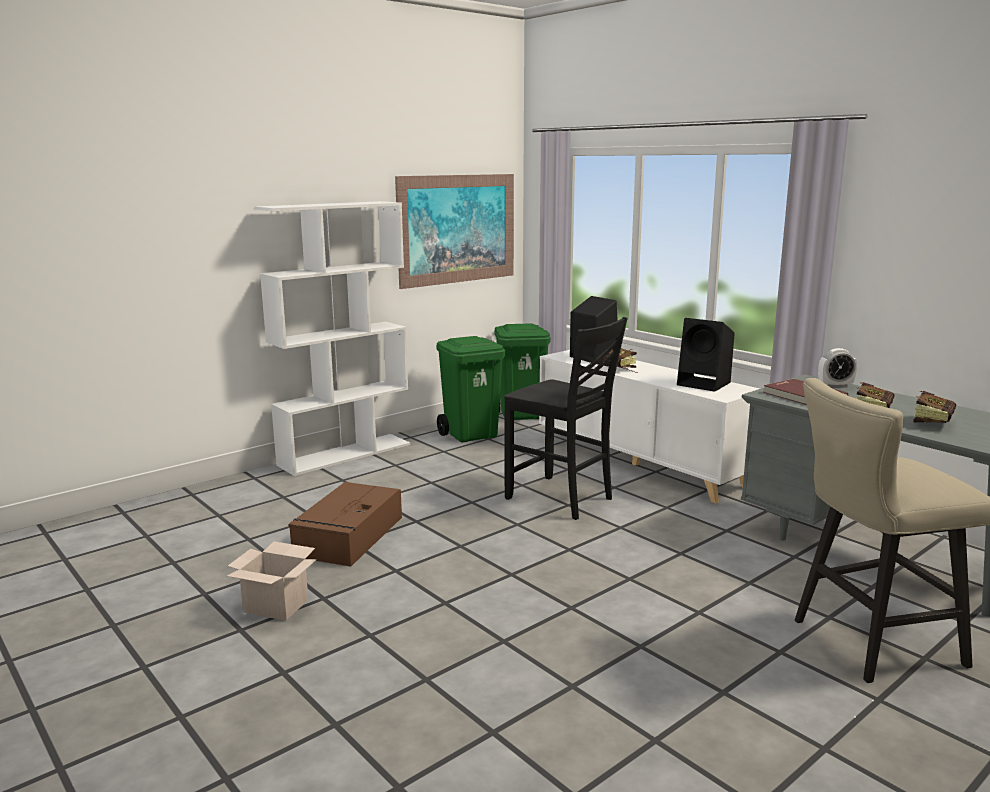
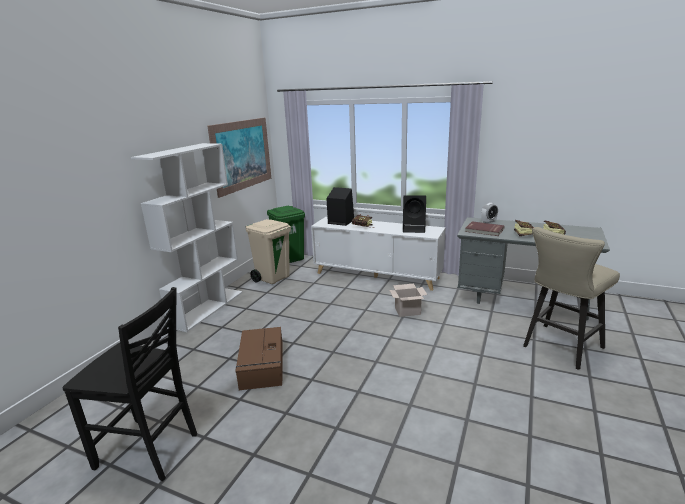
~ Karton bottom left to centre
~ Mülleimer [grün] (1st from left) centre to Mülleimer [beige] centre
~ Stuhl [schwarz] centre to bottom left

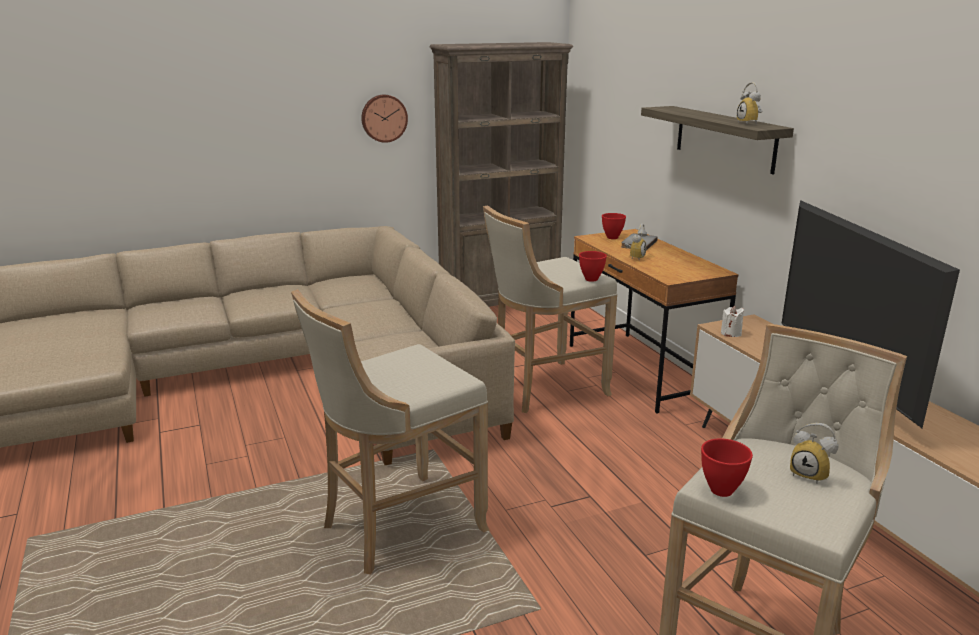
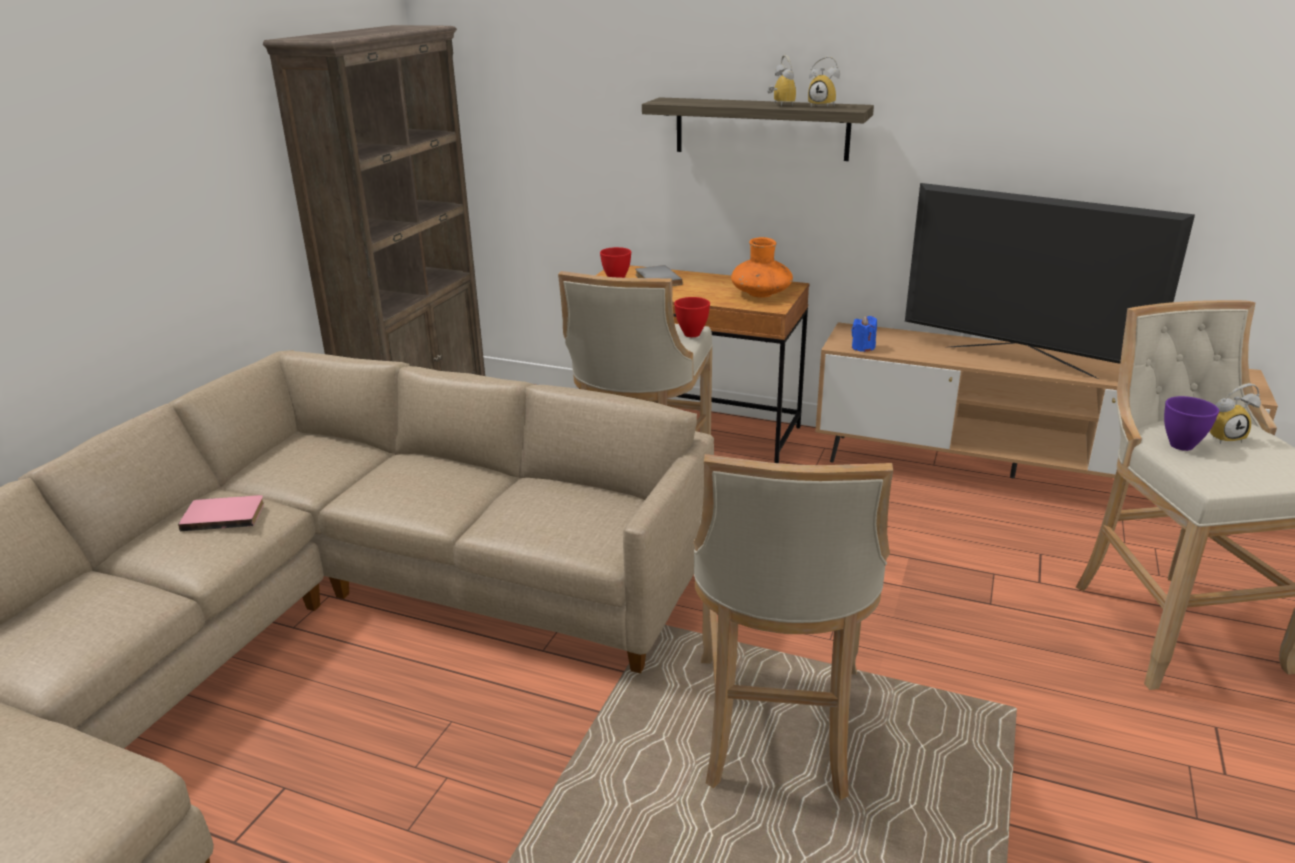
- Wanduhr top centre
~ Wecker (1st from left) centre to top centre
- Schüssel [rot] (3rd from left) bottom right
~ Kerze [weiß] middle right to Kerze [blau] middle right
+ Buch [rosa] middle left
+ Vase [orange] top centre
+ Schüssel [lila] middle right

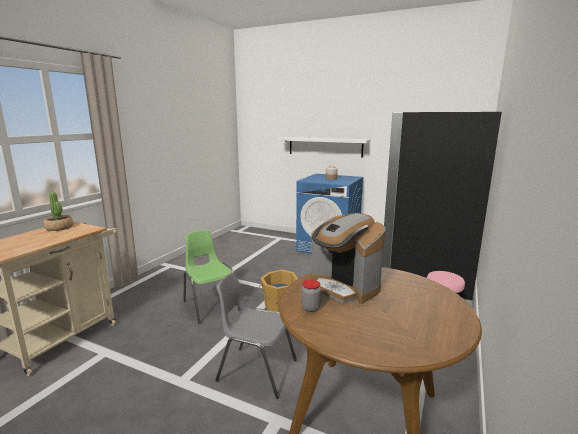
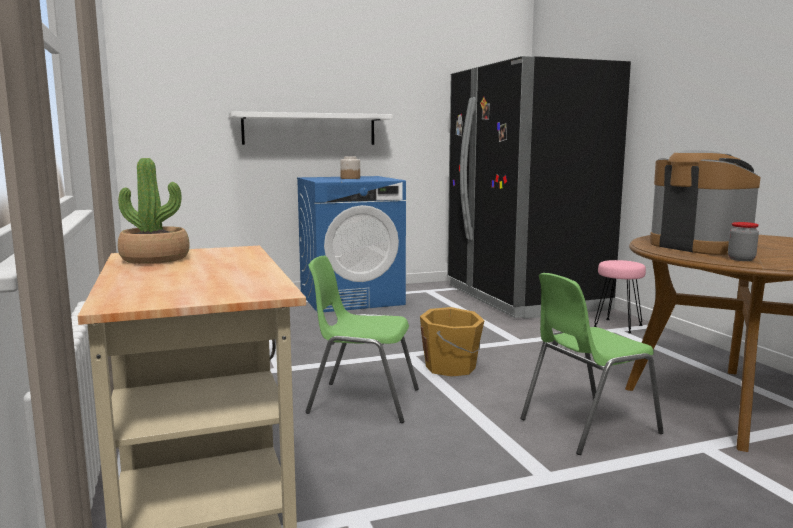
~ Stuhl [grau] bottom centre to Stuhl [grün] (2nd from left) bottom right
~ Kaffeemaschine centre = middle right 120 degrees counterclockwise

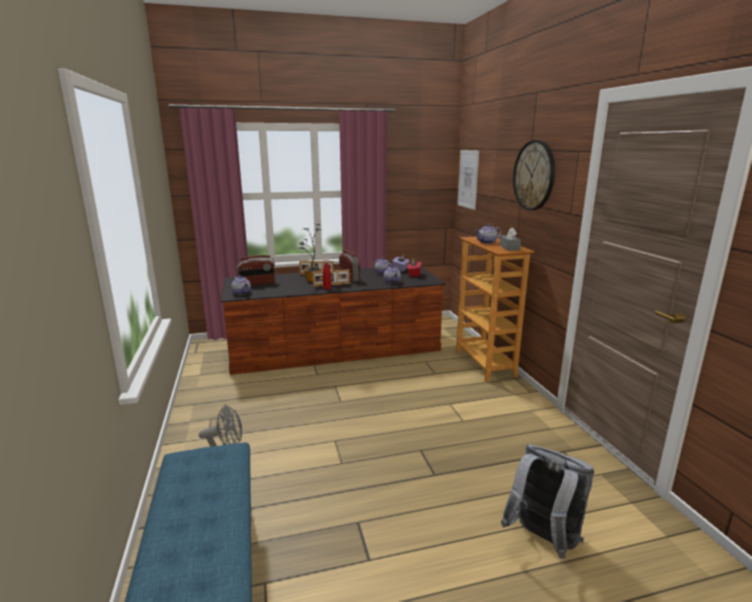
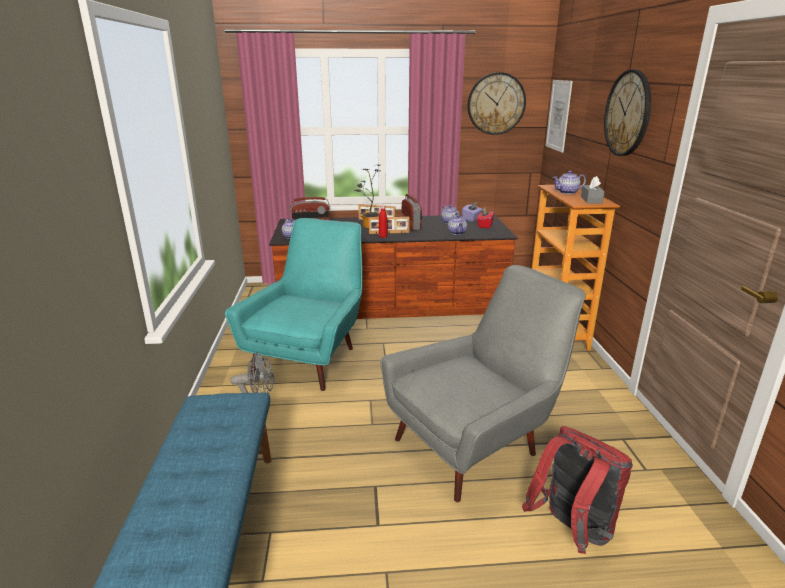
~ Rucksack [grau] bottom right to Rucksack [rot] bottom right
+ Sessel [türkis] centre
+ Sessel [grau] centre
+ Wanduhr (1st from left) top centre

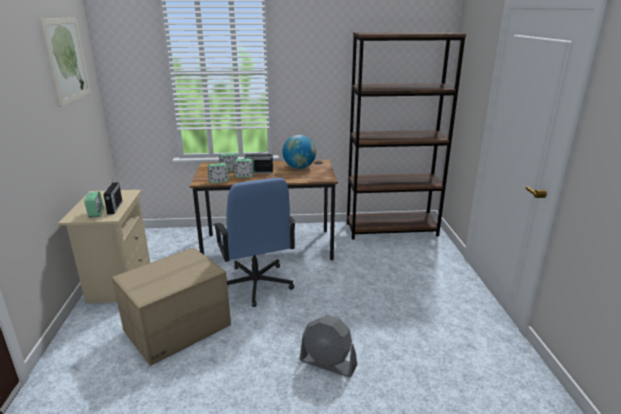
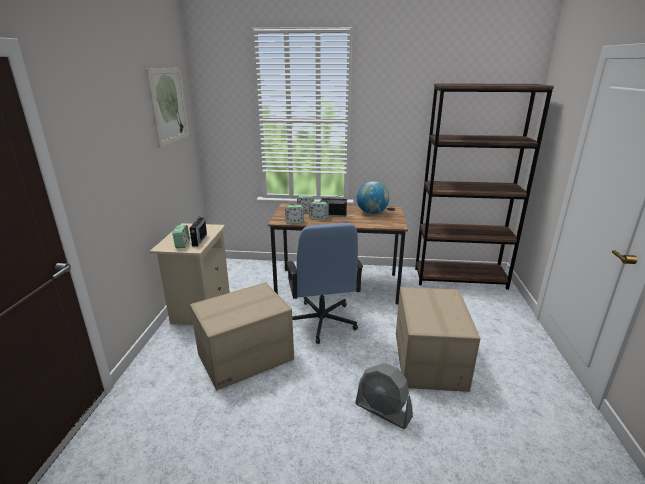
+ Karton (2nd from left) bottom right

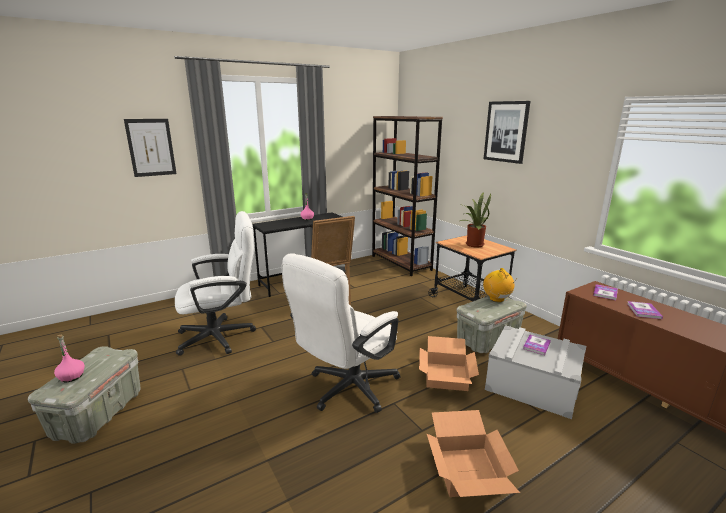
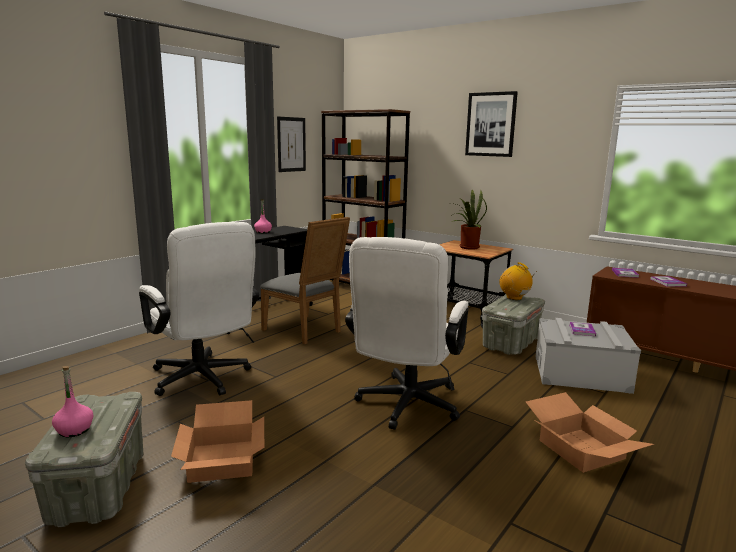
~ Bild (1st from left) top left to top centre
~ Bürostuhl [weiß] (1st from left) middle left = middle left 90 degrees clockwise
~ Karton (1st from left) bottom centre to bottom left

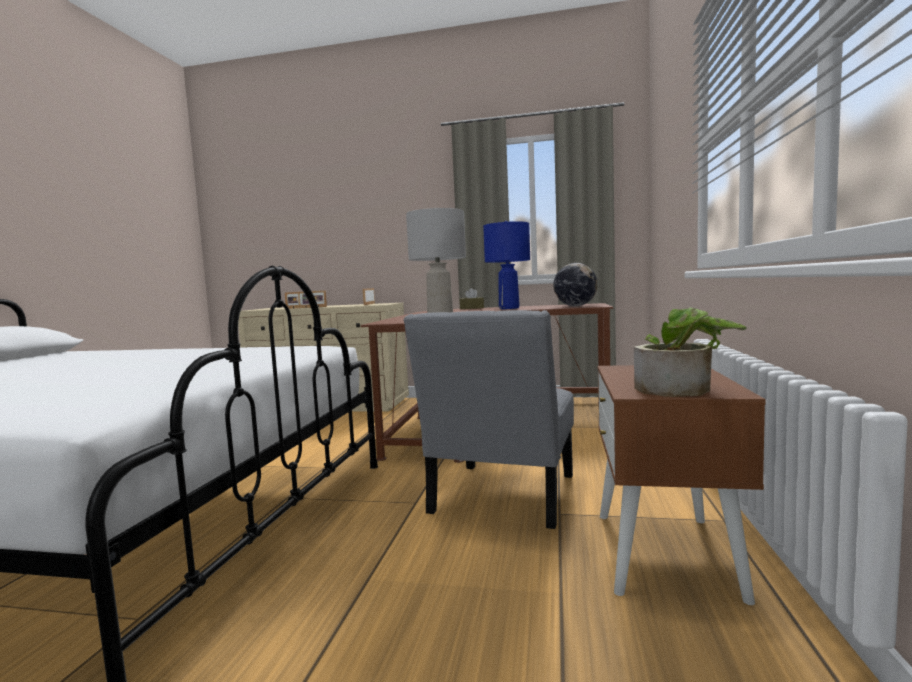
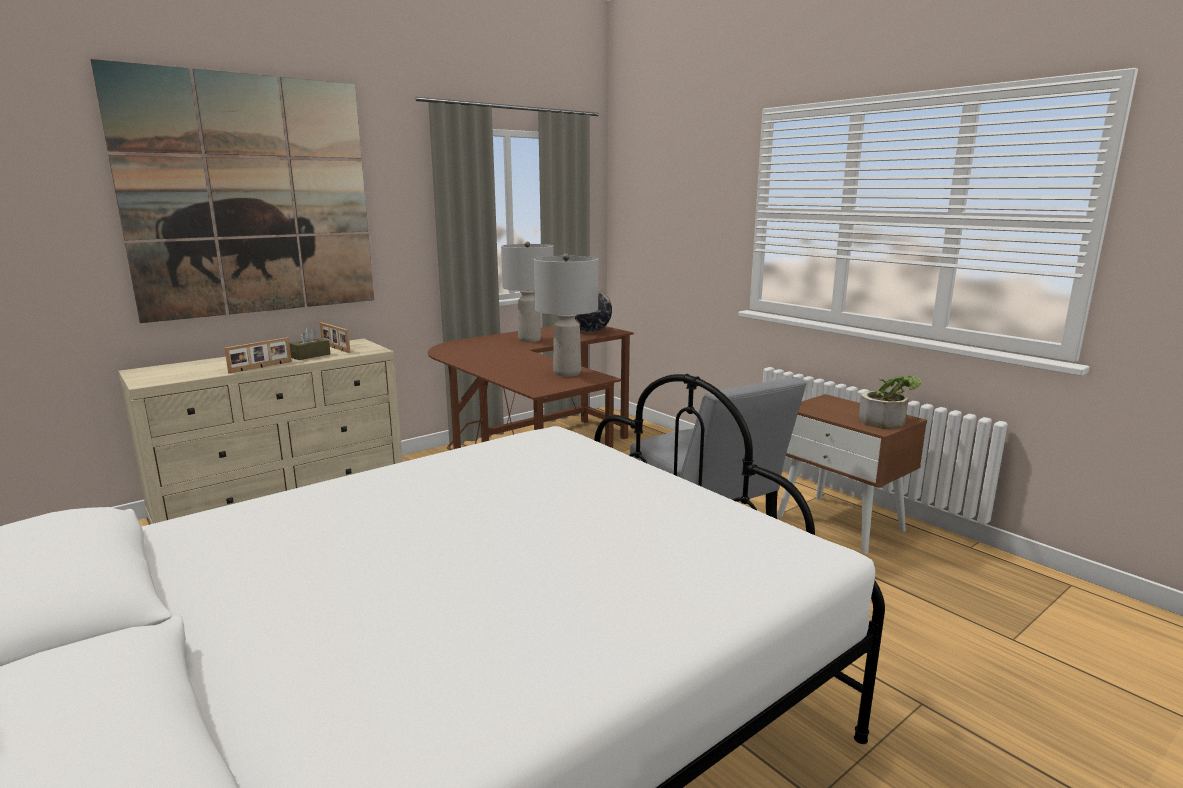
~ Taschentuchbox [braun] centre to middle left
~ Tischlampe [blau] centre to Tischlampe [grau] (1st from left) centre
+ Bild top left

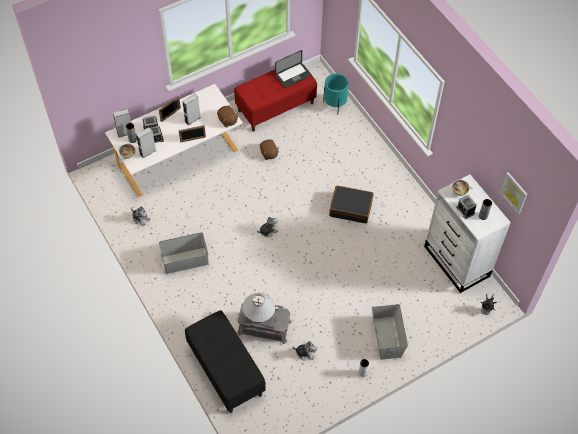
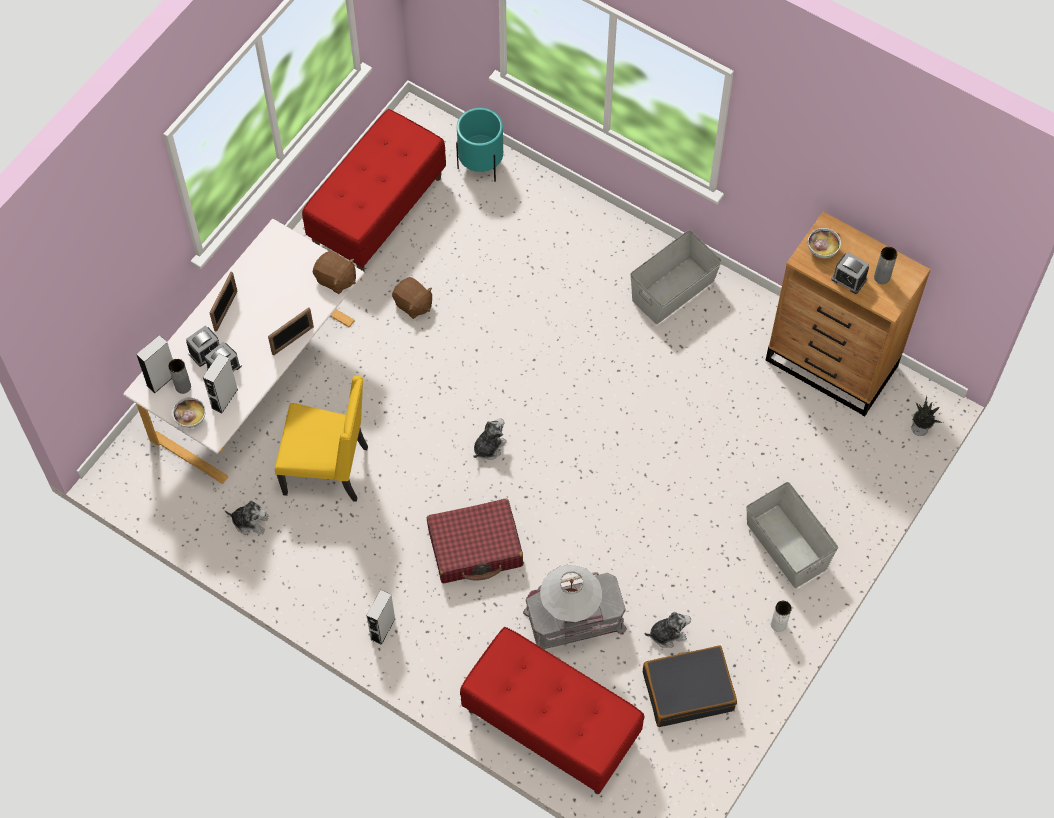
~ Aufbewahrungsbox [grau] (1st from left in the first image) middle left to Aufbewahrungsbox [grau] (2nd from left) centre
~ Lautsprecher [grau] (3rd from left) top left to bottom centre
~ Bank [schwarz] bottom centre to Bank [rot] (2nd from left) bottom centre
- Laptop top centre
~ Koffer [schwarz] centre to bottom centre
~ Kommode [weiß] middle right to Kommode [braun] middle right
- Bild middle right
+ Stuhl [gelb] middle left
+ Koffer [rot] centre

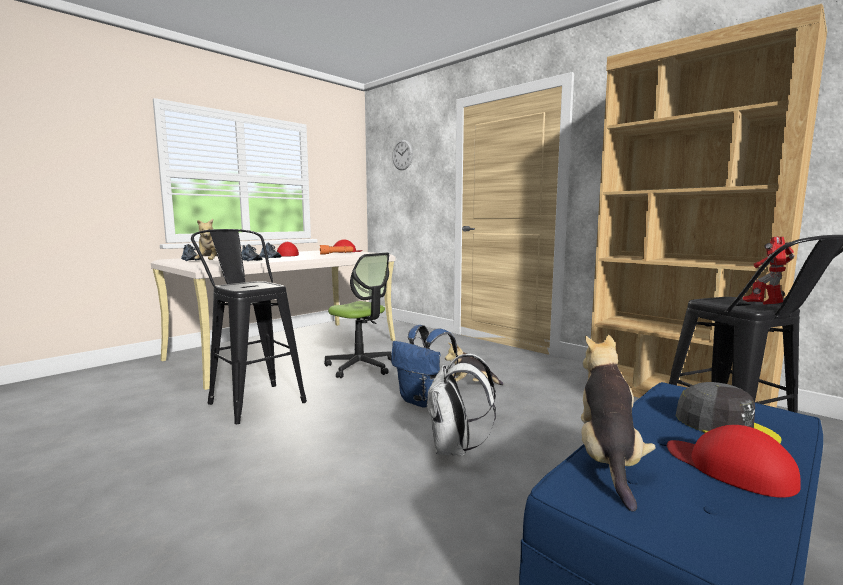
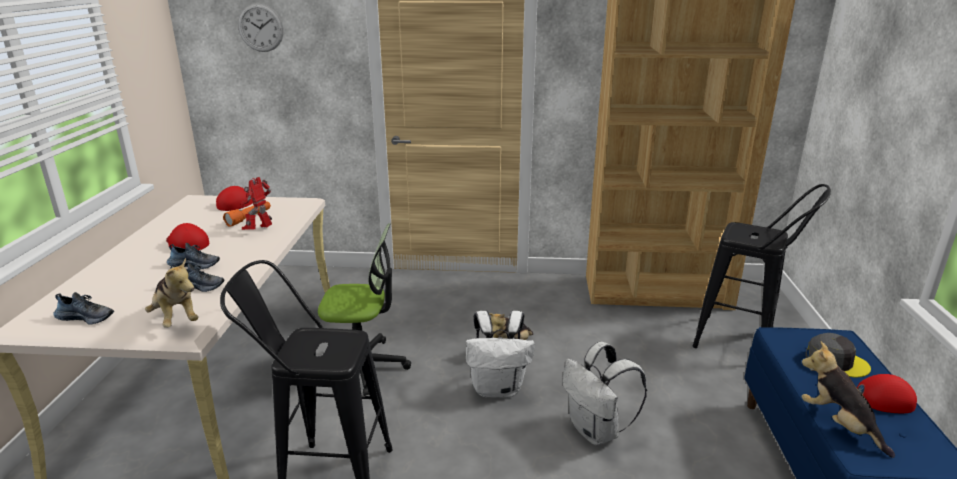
~ Rucksack [blau] centre to Rucksack [weiß] (1st from left) bottom centre
~ Spielzeugroboter middle right to middle left

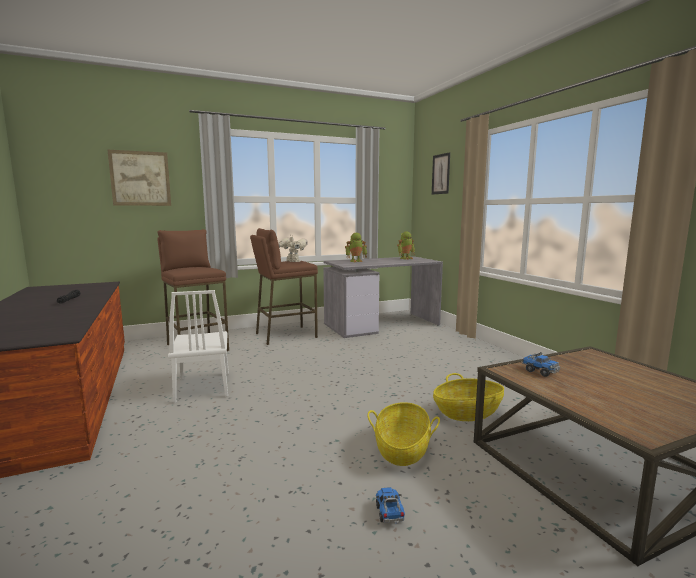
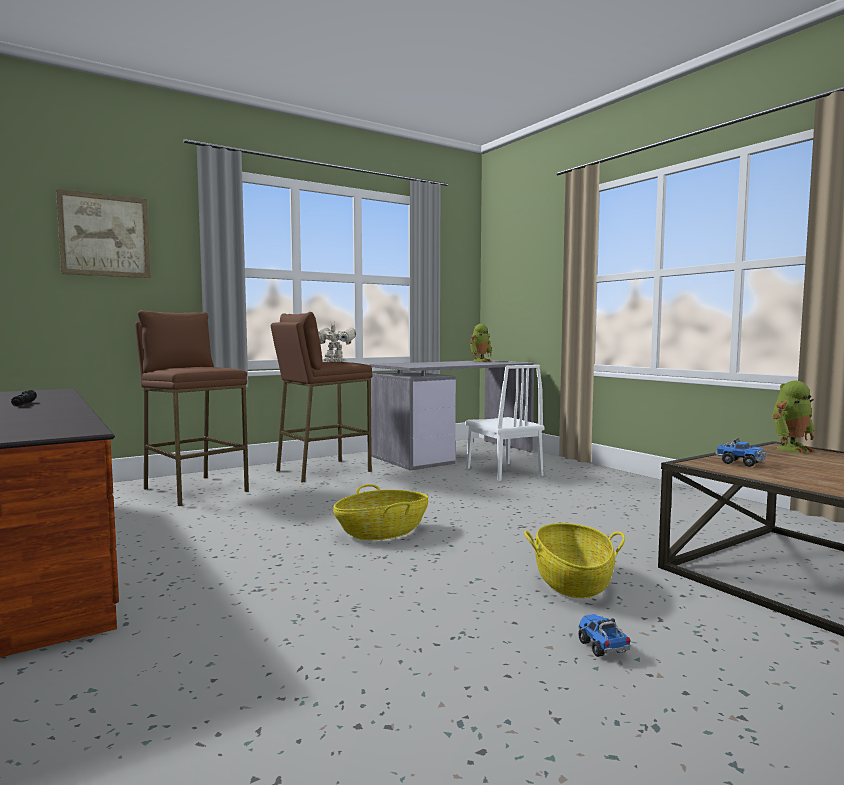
~ Stuhl [weiß] middle left to centre
~ Spielzeugroboter (2nd from left in the first image) centre to Spielzeugroboter (3rd from left) middle right
- Bild (2nd from left) top centre
~ Korb (2nd from left in the first image) bottom right to Korb (1st from left) centre

